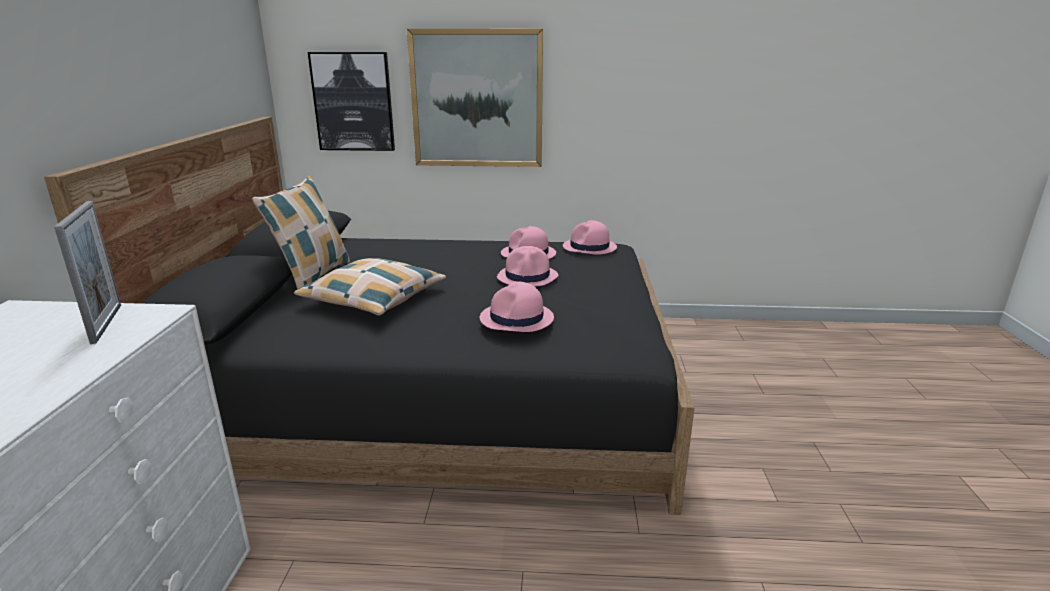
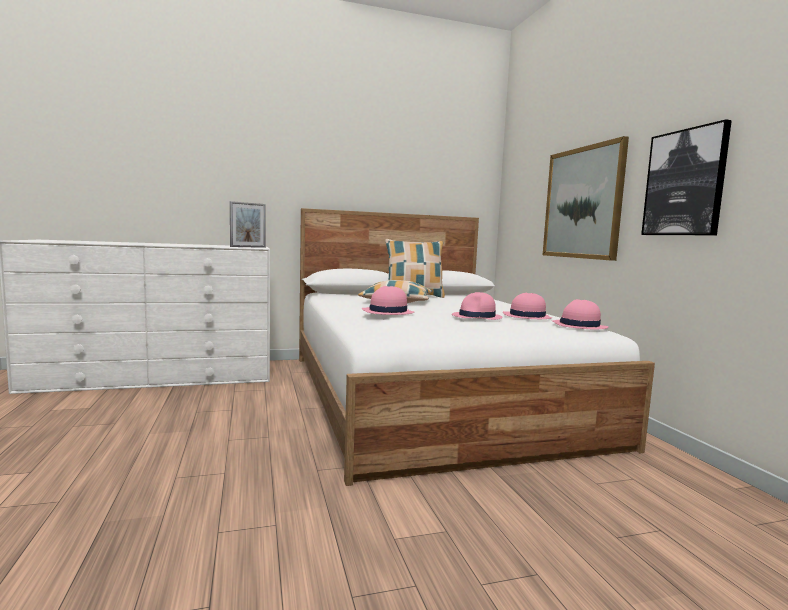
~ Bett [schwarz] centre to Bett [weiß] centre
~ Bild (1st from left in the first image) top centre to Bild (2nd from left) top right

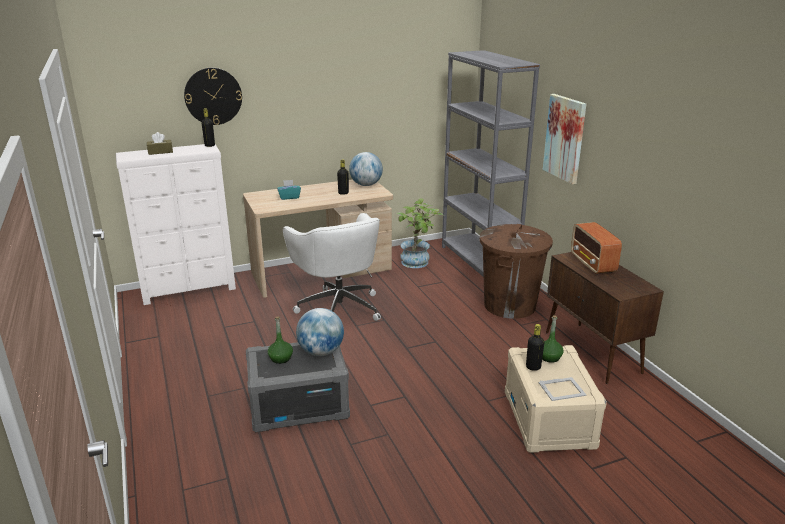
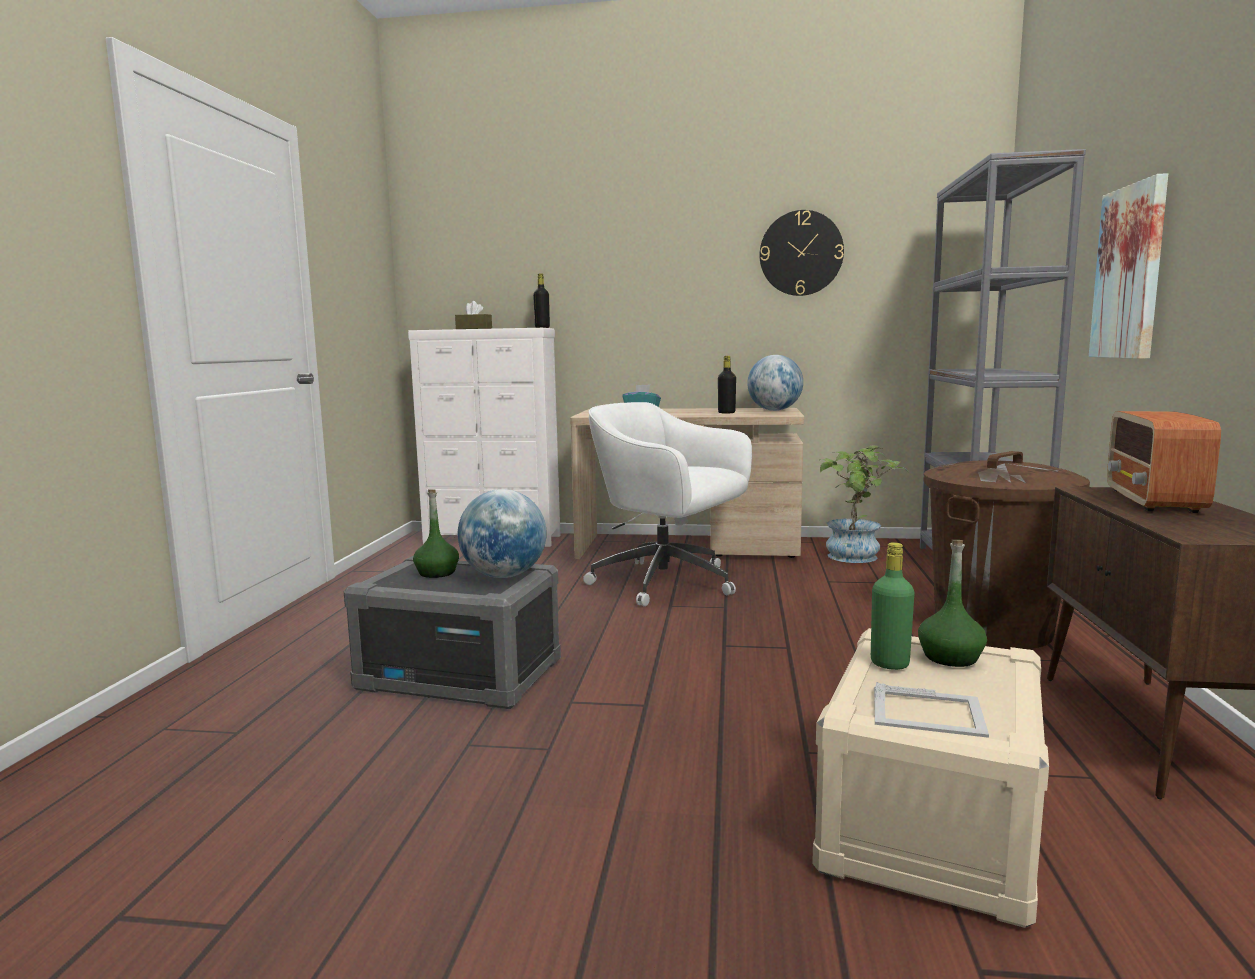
~ Wanduhr top left to top centre
~ Bürostuhl [weiß] centre = centre 120 degrees clockwise
~ Flasche [schwarz] (3rd from left) middle right to Flasche [grün] (2nd from left) middle right

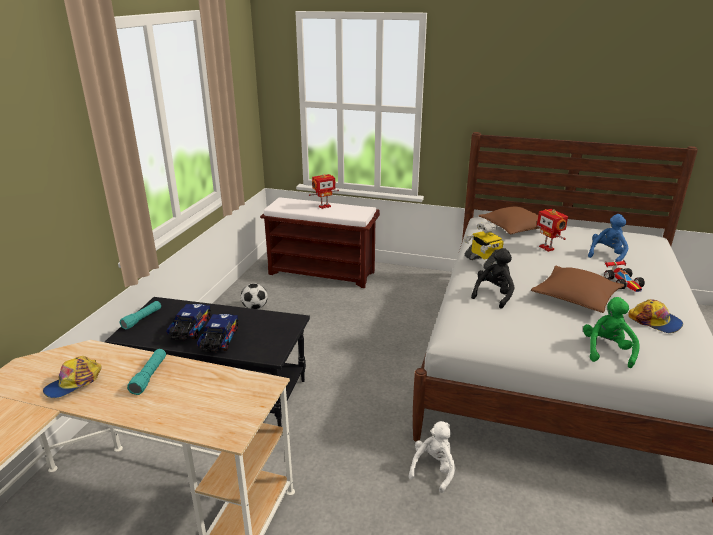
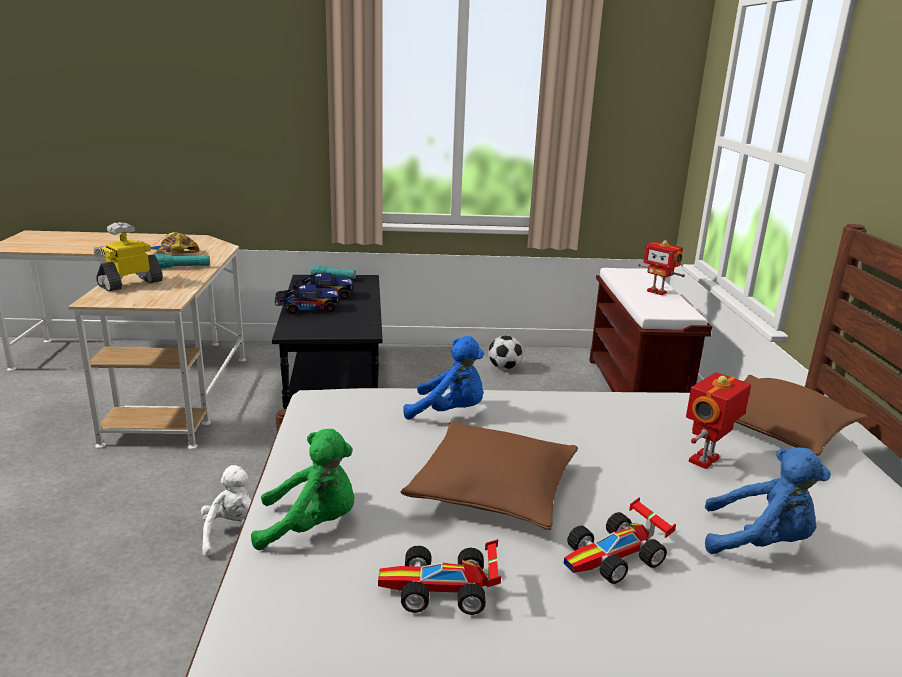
~ Plüschtier [weiß] bottom centre = bottom left 105 degrees counterclockwise
~ Spielzeugroboter (2nd from left in the first image) middle right to Spielzeugroboter (1st from left) middle left
~ Plüschtier [schwarz] middle right to Plüschtier [blau] (1st from left) centre
~ Kappe (2nd from left) middle right to Spielzeugauto (1st from left) bottom centre

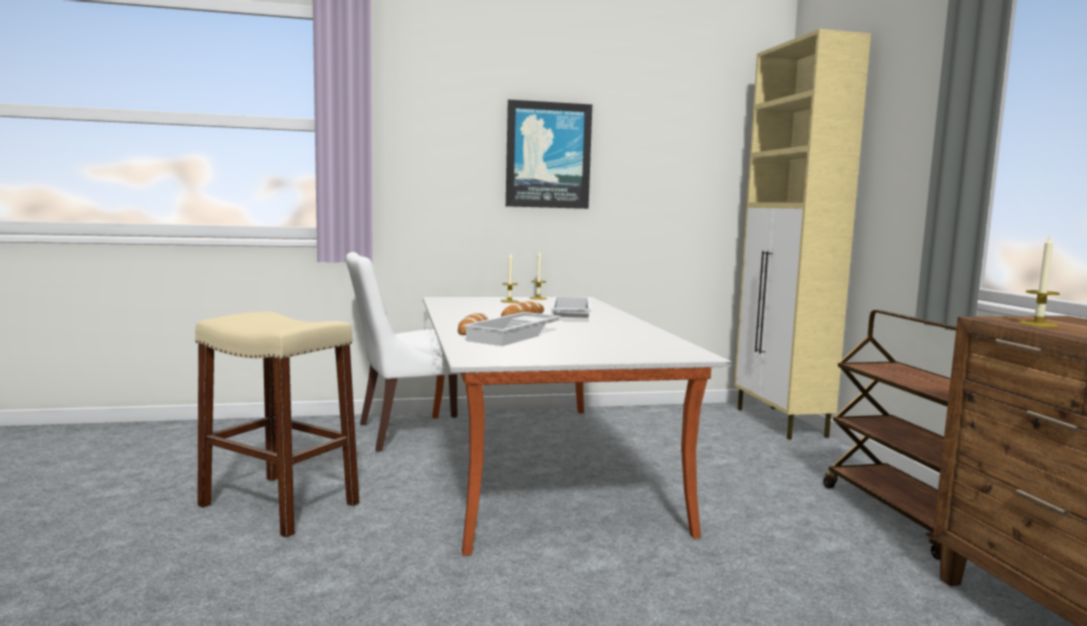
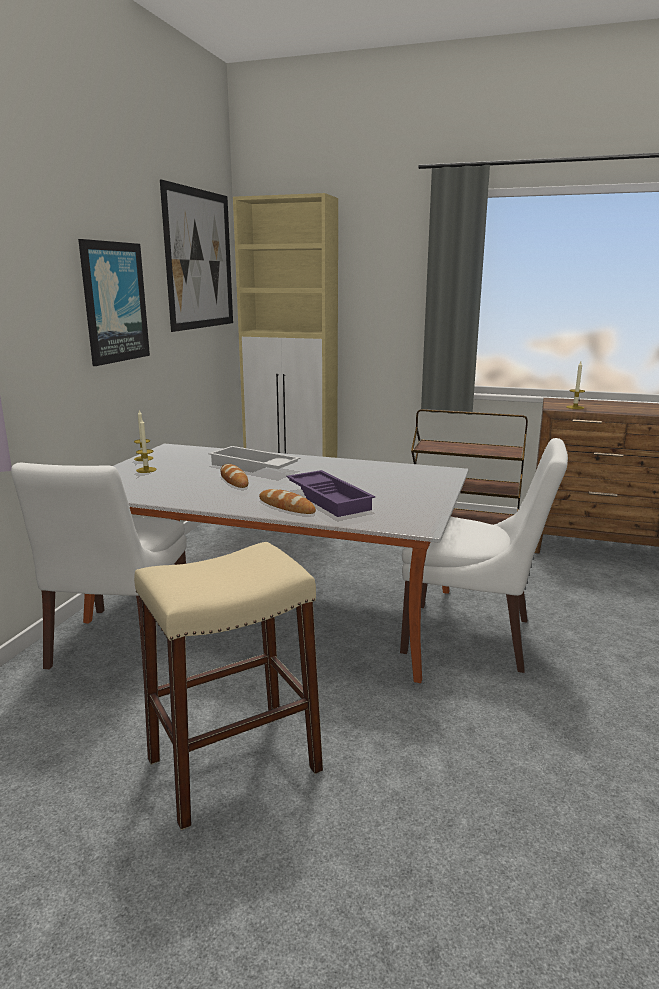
~ Tablett [weiß] (1st from left) centre to Tablett [lila] centre
+ Bild (2nd from left) top left
+ Stuhl [weiß] (2nd from left) middle right

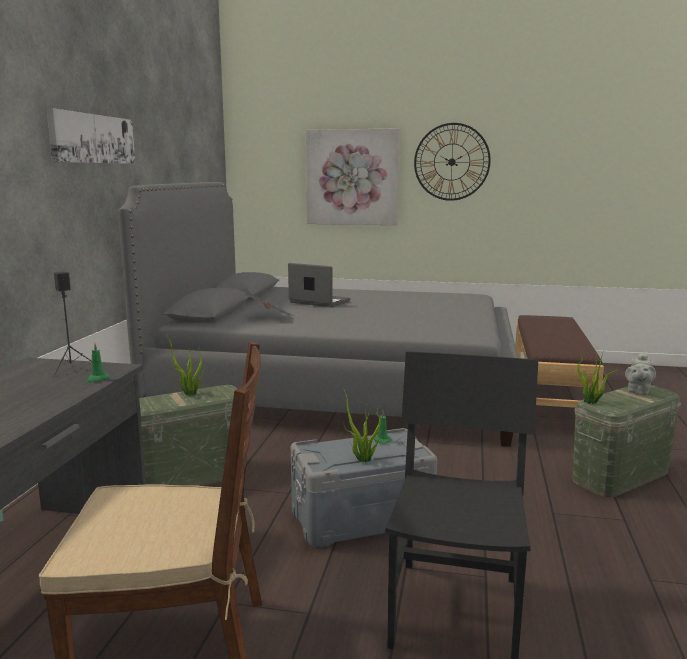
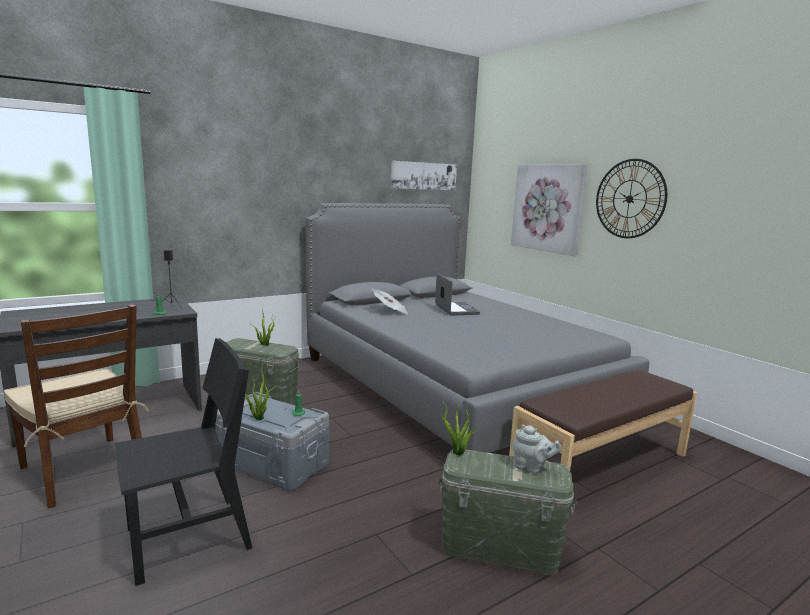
~ Bild (1st from left) top left to top centre
~ Teekanne [grau] middle right = bottom centre 135 degrees counterclockwise

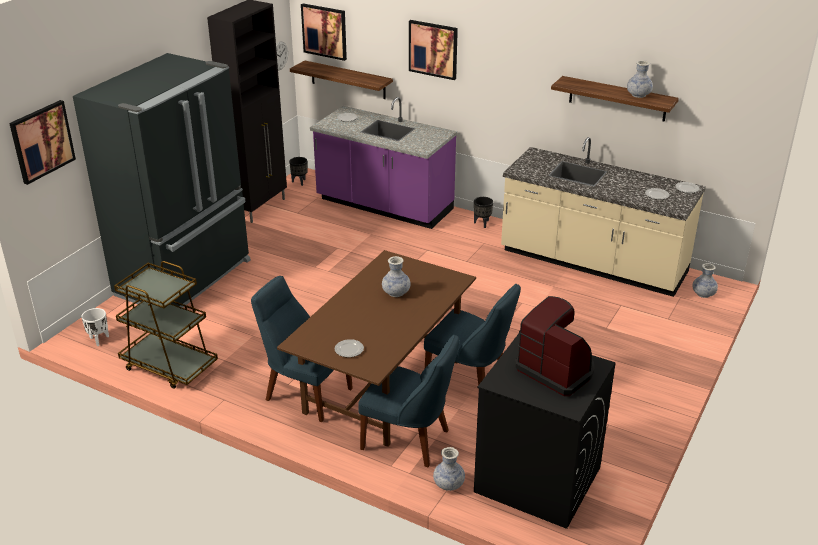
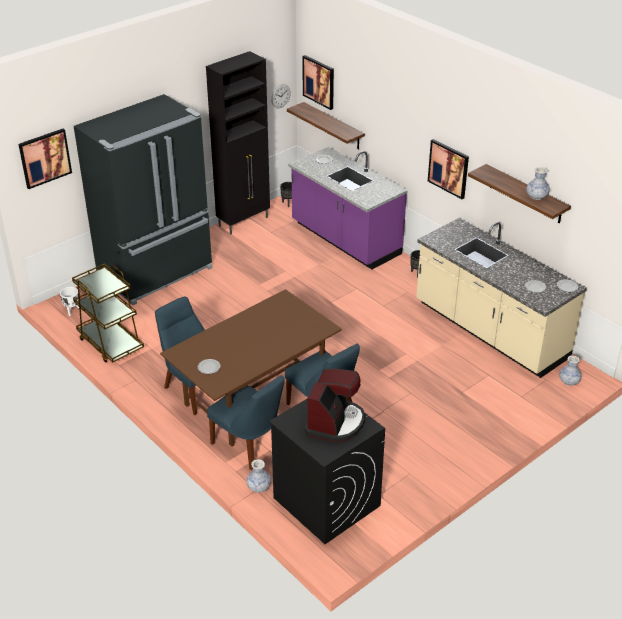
- Vase (1st from left) centre
~ Bild (3rd from left) top centre to top right
~ Kaffeemaschine middle right = centre 45 degrees clockwise

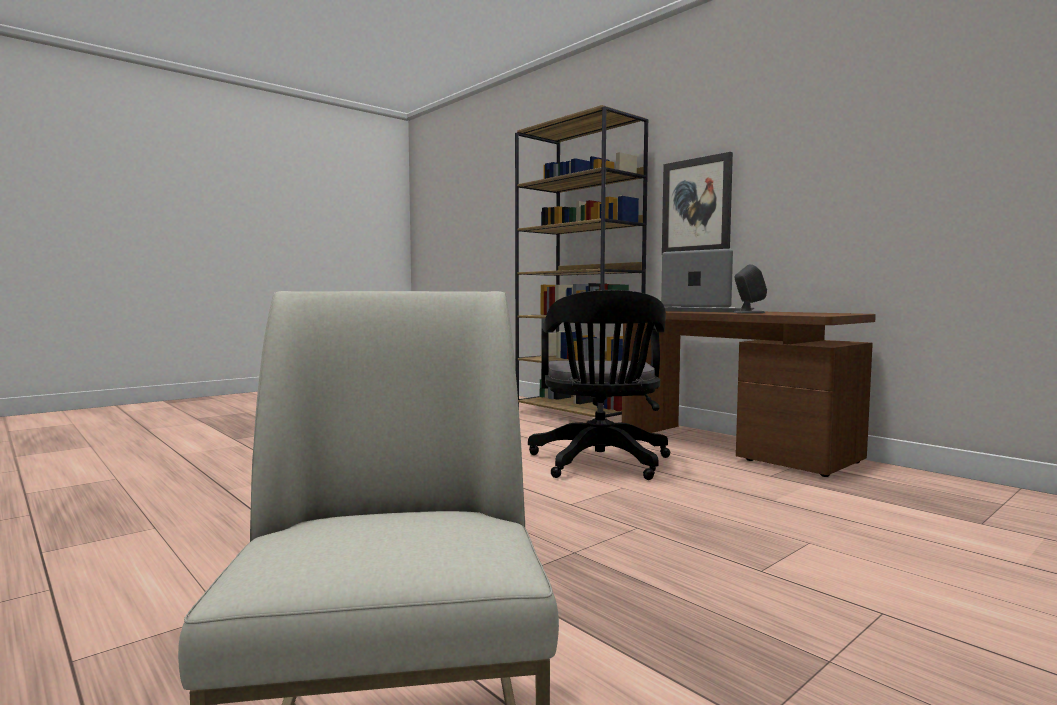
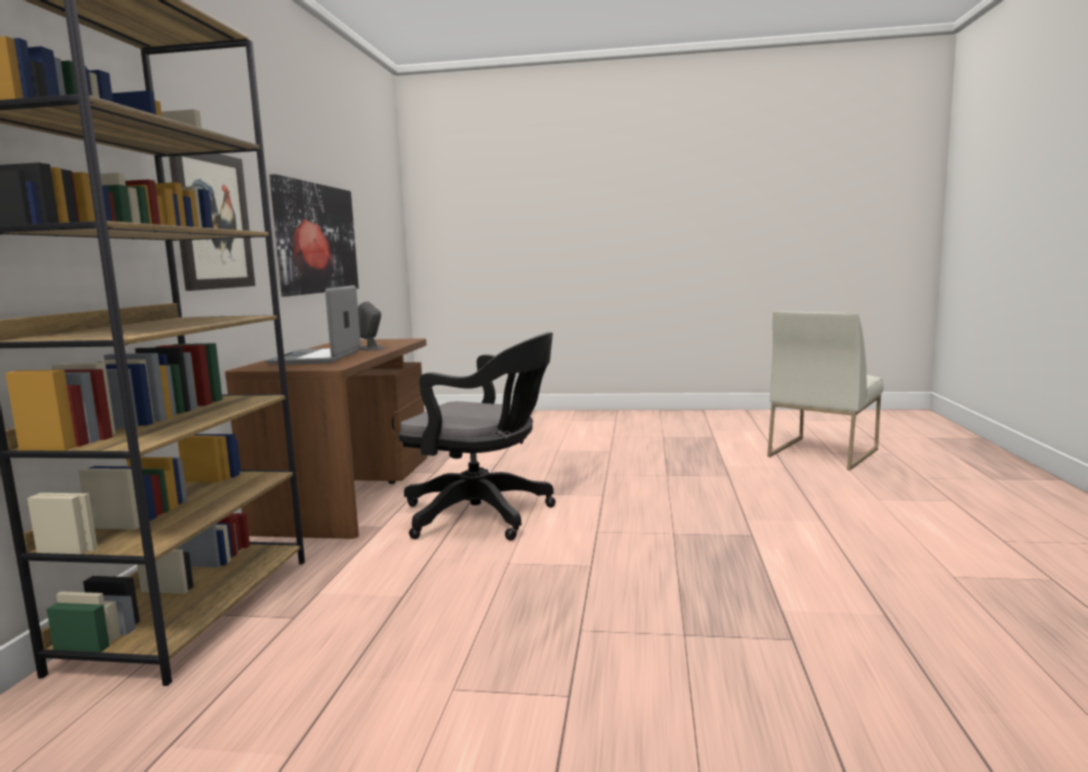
~ Bürostuhl [schwarz] centre = centre 60 degrees clockwise
+ Bild (2nd from left) top left

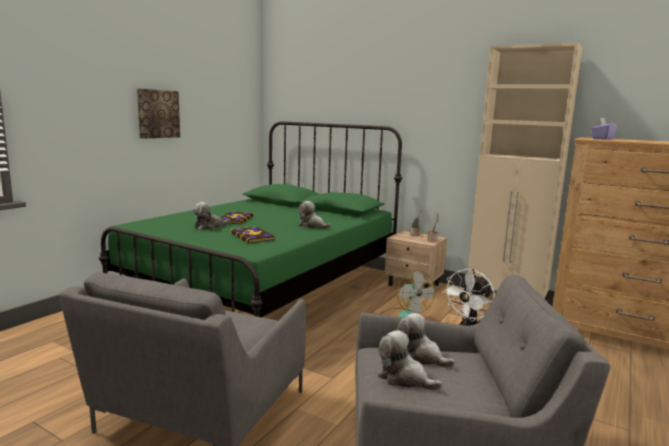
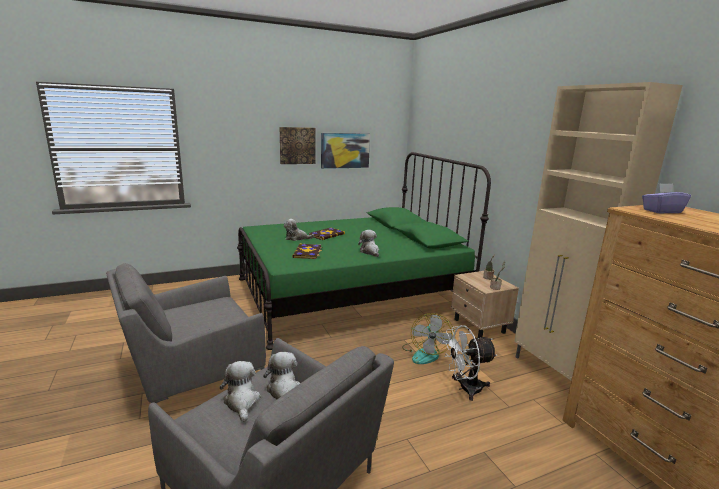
+ Bild (2nd from left) top centre

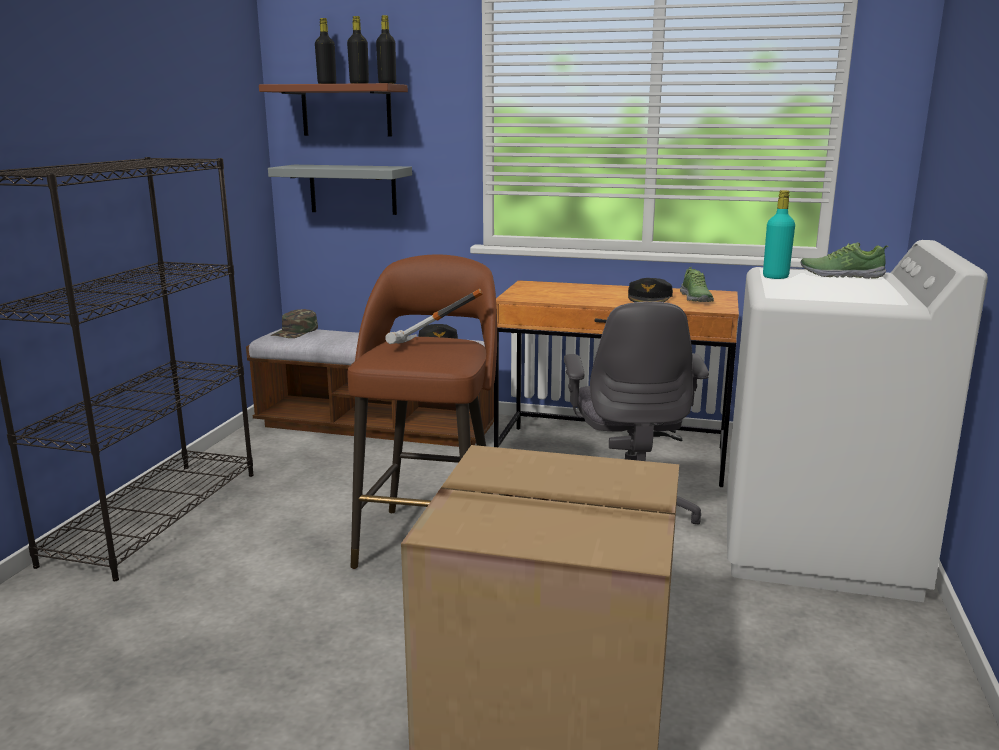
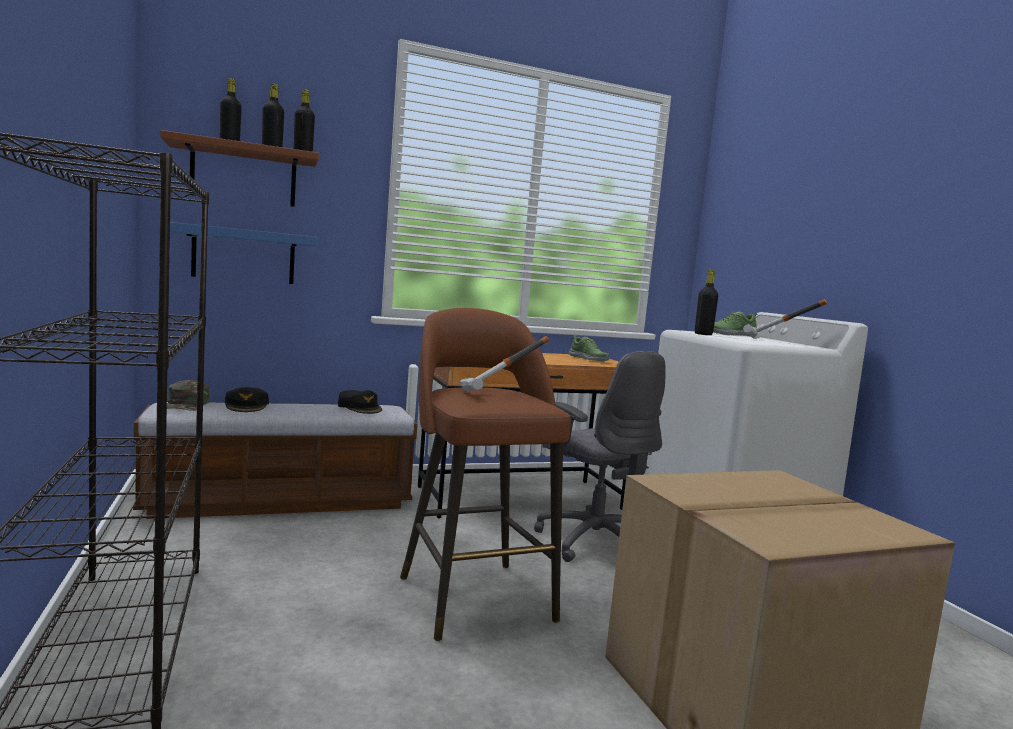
~ Wandregal [grau] top centre to Wandregal [blau] middle left
~ Kappe [schwarz] (2nd from left in the first image) centre to Kappe [schwarz] (1st from left) middle left
~ Flasche [türkis] top right to Flasche [schwarz] (4th from left) middle right
+ Hammer (2nd from left) middle right

